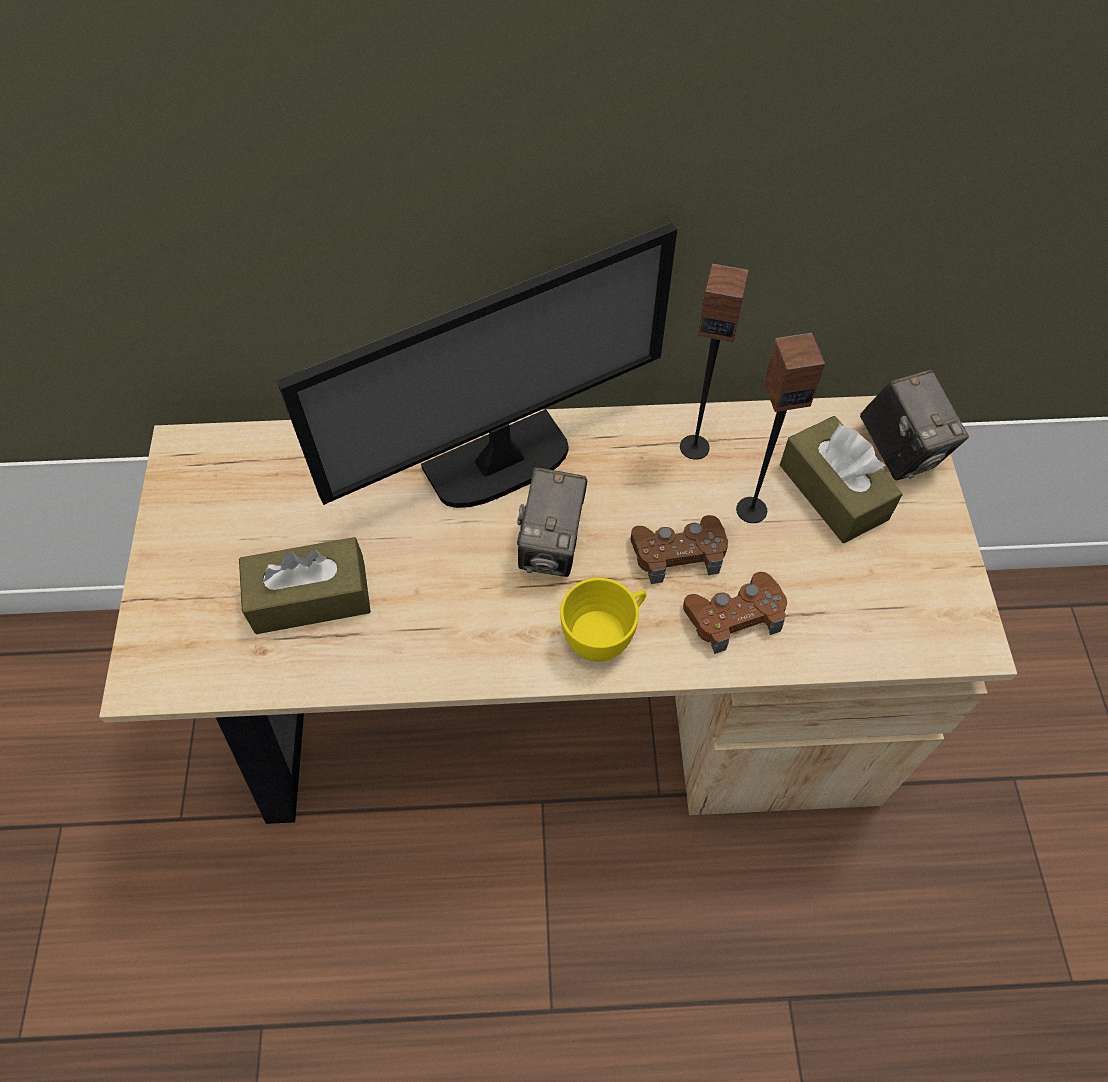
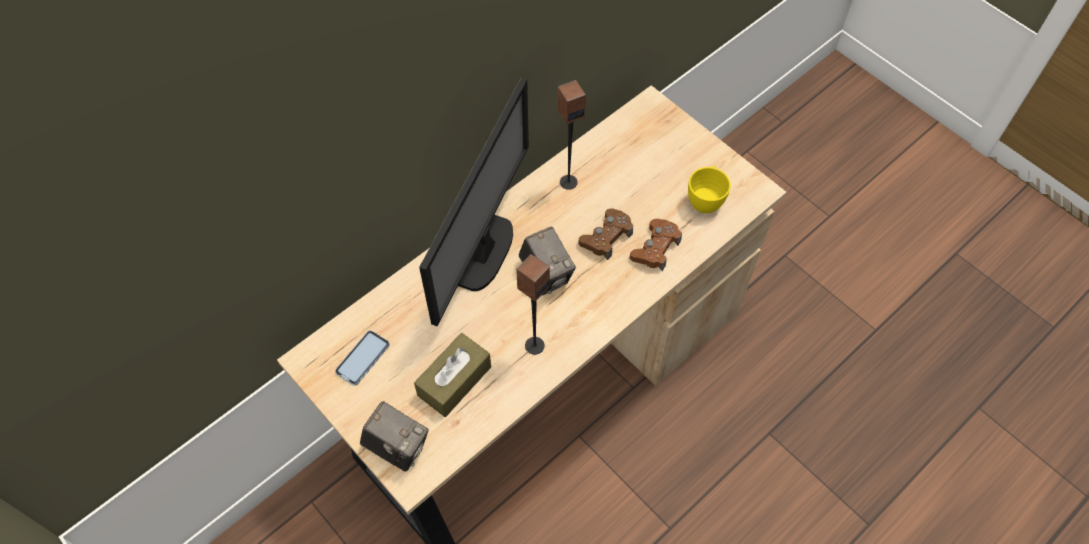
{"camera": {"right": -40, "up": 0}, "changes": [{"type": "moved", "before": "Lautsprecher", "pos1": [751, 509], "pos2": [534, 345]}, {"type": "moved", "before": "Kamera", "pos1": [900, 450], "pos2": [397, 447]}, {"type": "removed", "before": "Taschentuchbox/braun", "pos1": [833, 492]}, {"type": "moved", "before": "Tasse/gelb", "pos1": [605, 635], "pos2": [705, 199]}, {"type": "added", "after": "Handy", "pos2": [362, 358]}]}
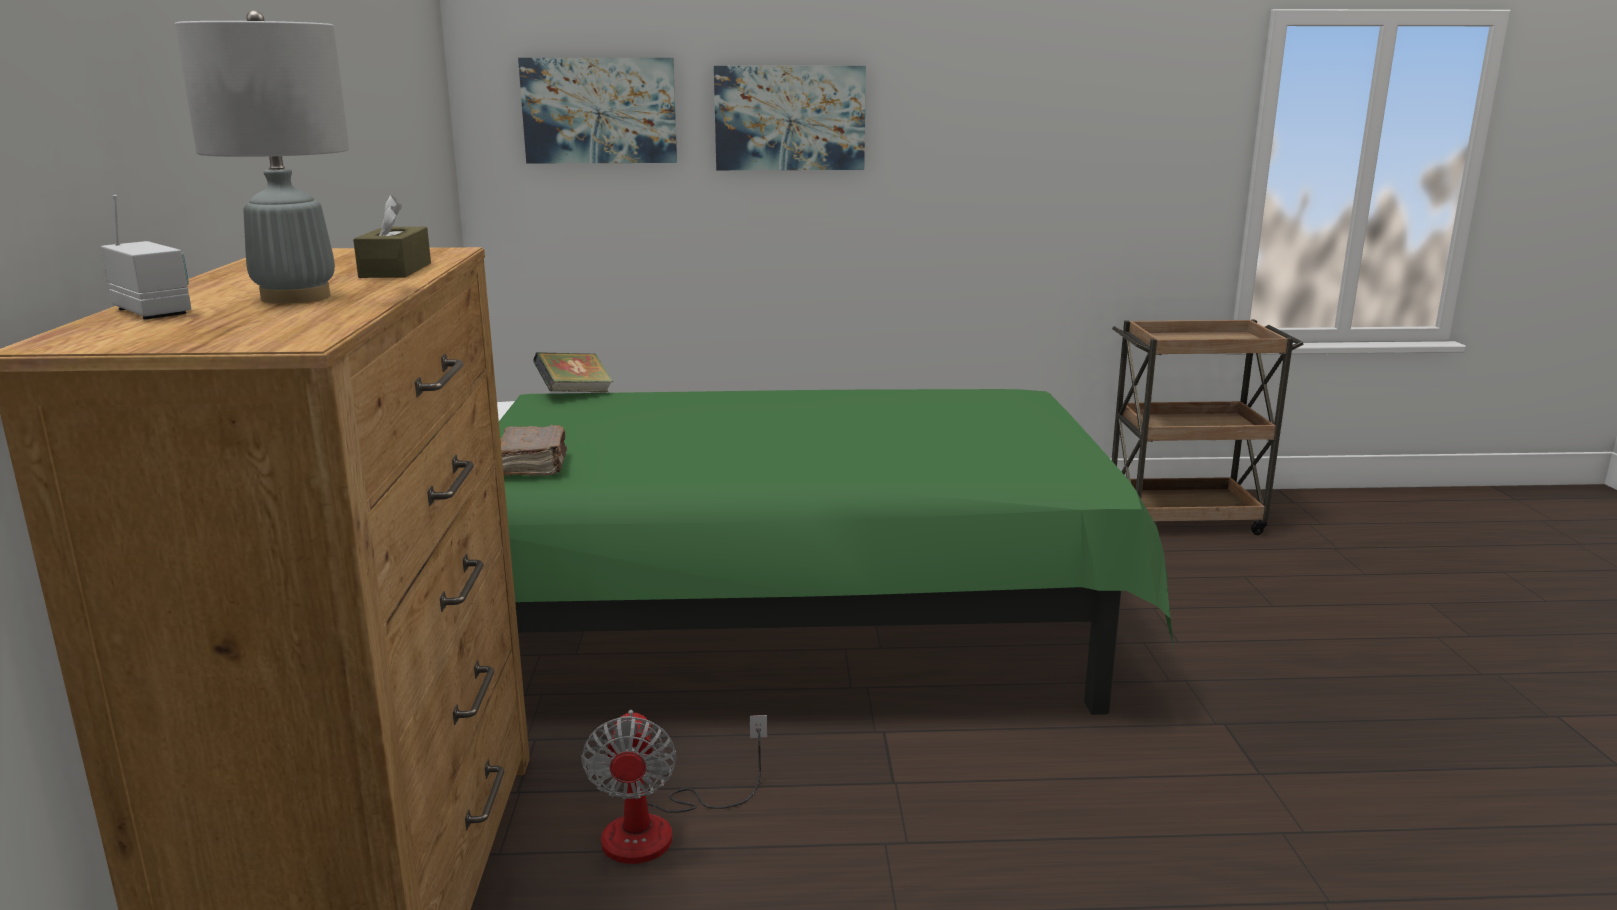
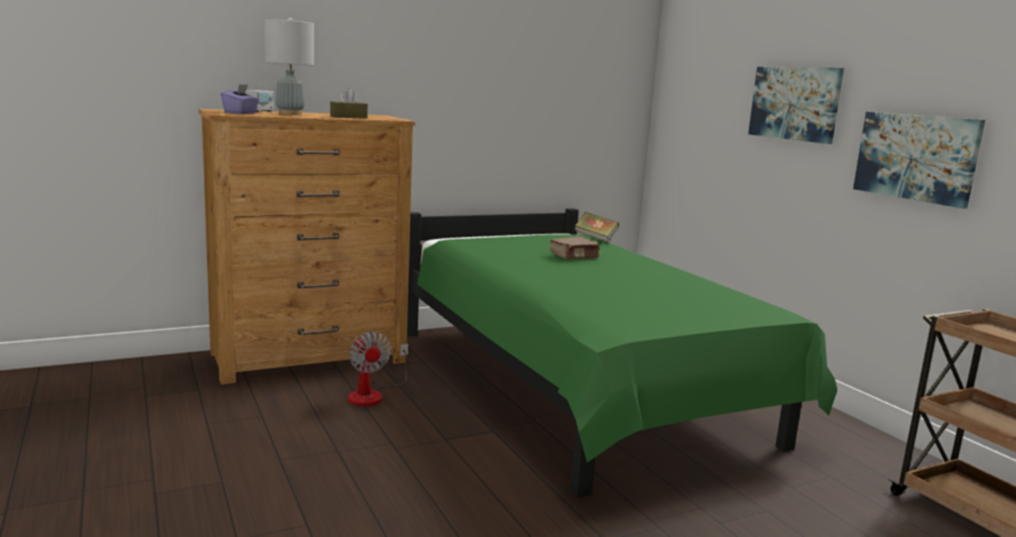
{"camera": {"right": 65, "up": -5}, "changes": [{"type": "moved", "before": "Bild", "pos1": [599, 110], "pos2": [916, 157]}, {"type": "moved", "before": "Buch/braun", "pos1": [534, 466], "pos2": [574, 256]}, {"type": "turned", "before": "Ventilator", "pos1": [660, 828], "pos2": [372, 394], "turn": -90}, {"type": "added", "after": "Taschentuchbox/lila", "pos2": [241, 113]}]}
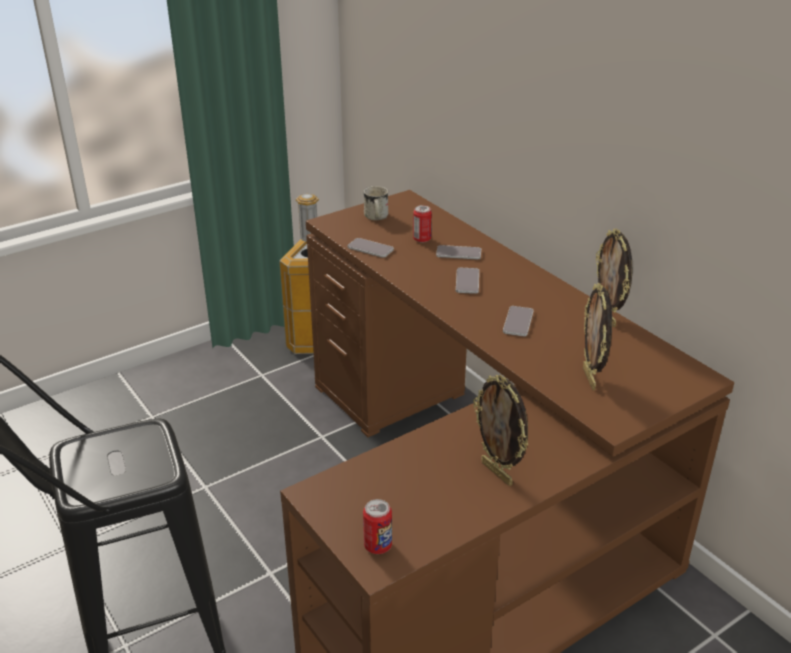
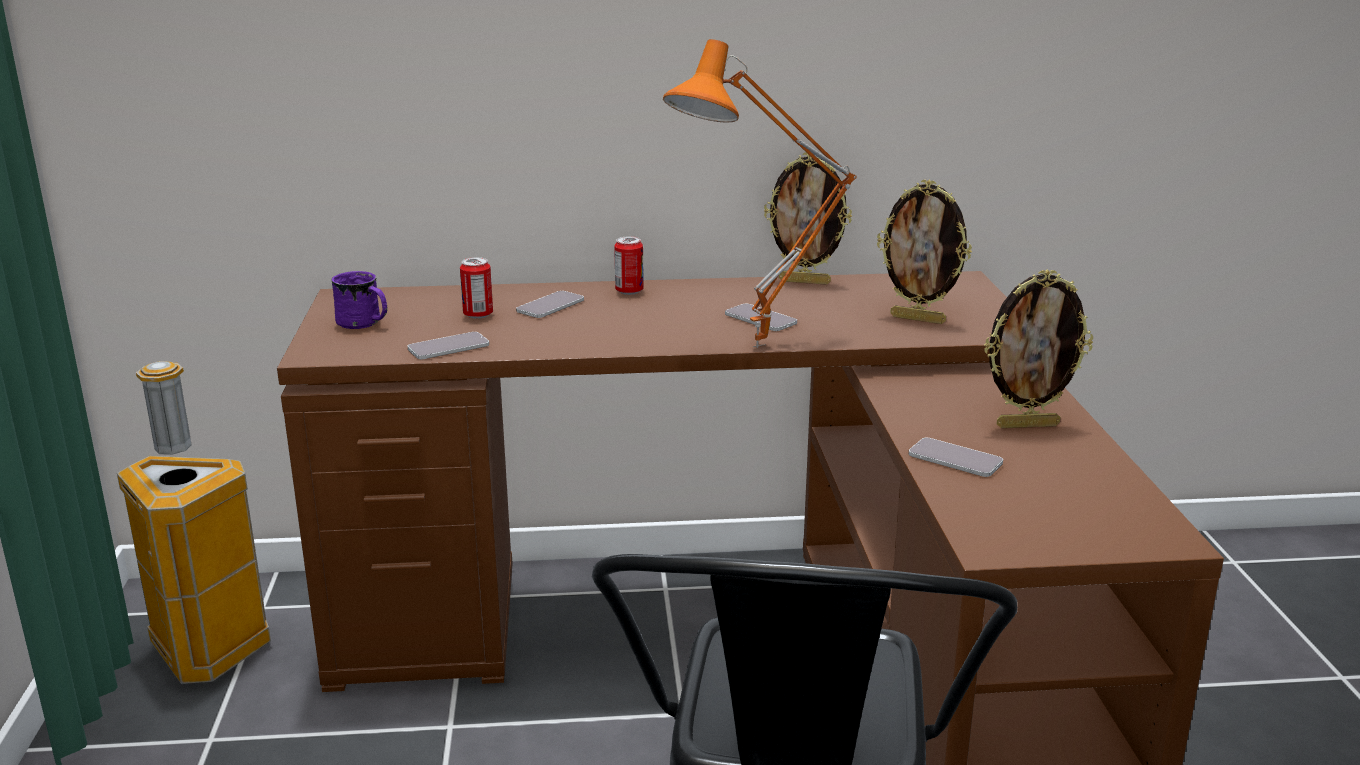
{"camera": {"right": -60, "up": -10}, "changes": [{"type": "recoloured", "before": "Henkelbecher/weiß", "after": "Henkelbecher/lila", "pos1": [375, 218], "pos2": [364, 324]}, {"type": "moved", "before": "Handy", "pos1": [467, 281], "pos2": [955, 459]}, {"type": "moved", "before": "Dose", "pos1": [378, 546], "pos2": [629, 291]}, {"type": "added", "after": "Tischlampe/orange", "pos2": [762, 348]}]}
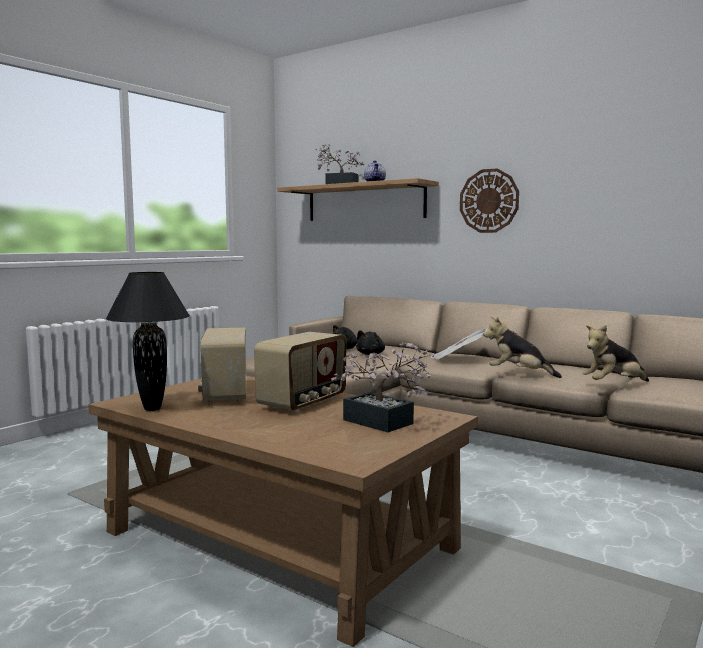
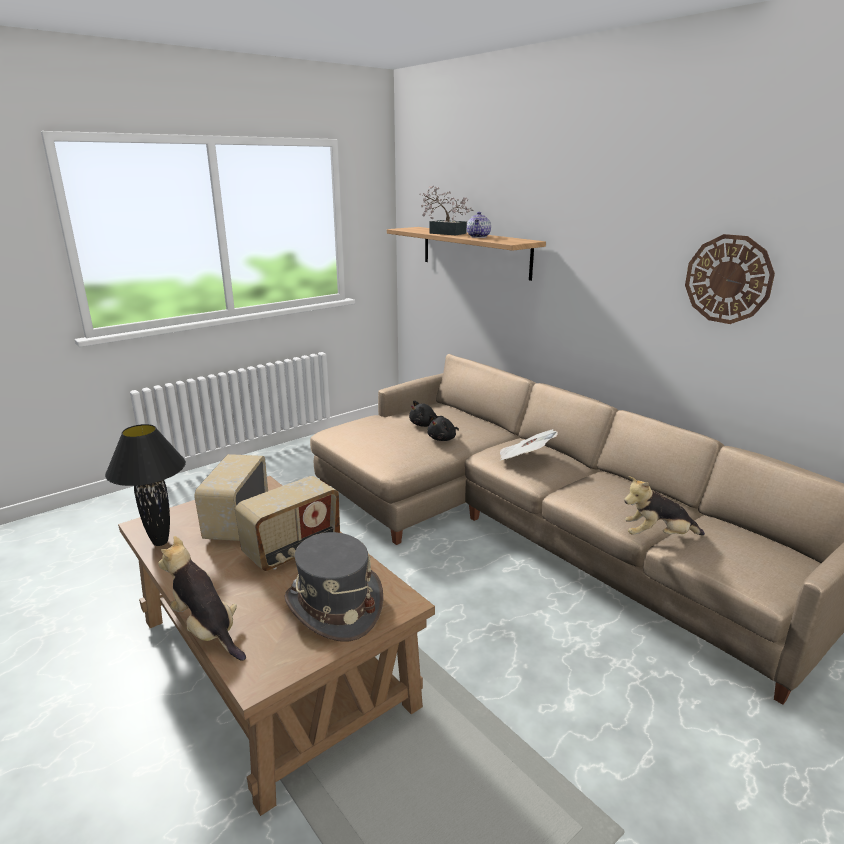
{"camera": {"right": 15, "up": 15}, "changes": [{"type": "moved", "before": "Wanduhr", "pos1": [489, 201], "pos2": [728, 279]}, {"type": "moved", "before": "Plüschtier", "pos1": [519, 374], "pos2": [207, 630]}, {"type": "replaced", "before": "Topfpflanze", "after": "Hut/grau", "pos1": [383, 423], "pos2": [334, 606]}]}
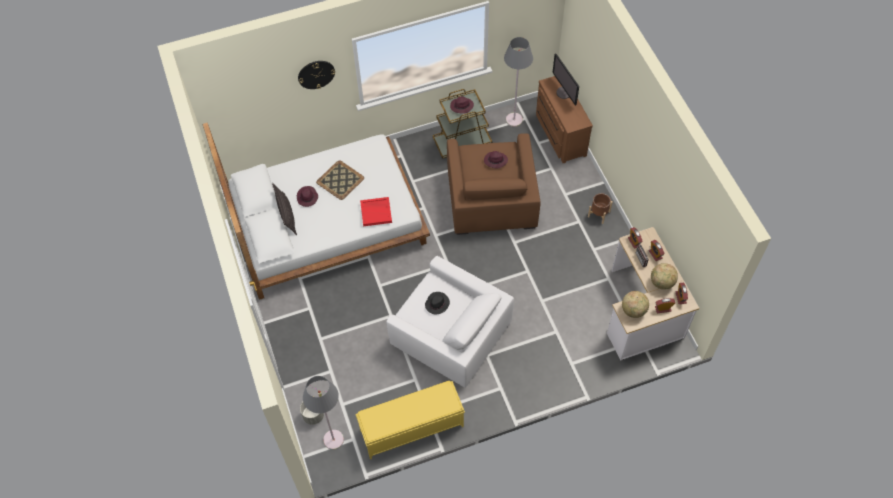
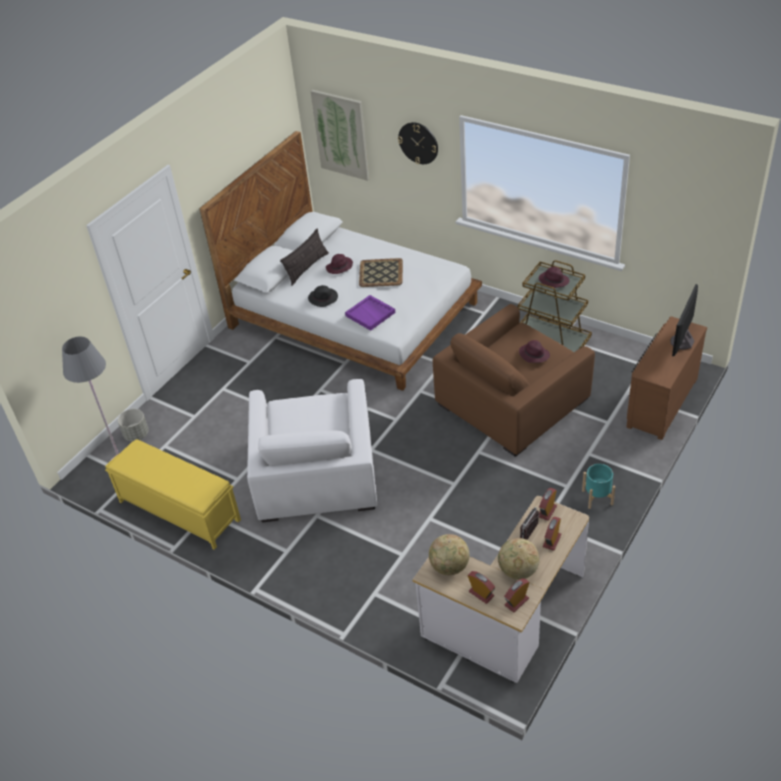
{"camera": {"right": 55, "up": -15}, "changes": [{"type": "removed", "before": "Stehlampe/grau", "pos1": [514, 120]}, {"type": "recoloured", "before": "Pflanzkübel/braun", "after": "Pflanzkübel/türkis", "pos1": [599, 214], "pos2": [597, 497]}, {"type": "recoloured", "before": "Tablett/rot", "after": "Tablett/lila", "pos1": [376, 212], "pos2": [371, 314]}, {"type": "moved", "before": "Hut/schwarz", "pos1": [437, 303], "pos2": [323, 298]}, {"type": "added", "after": "Bild", "pos2": [341, 135]}]}
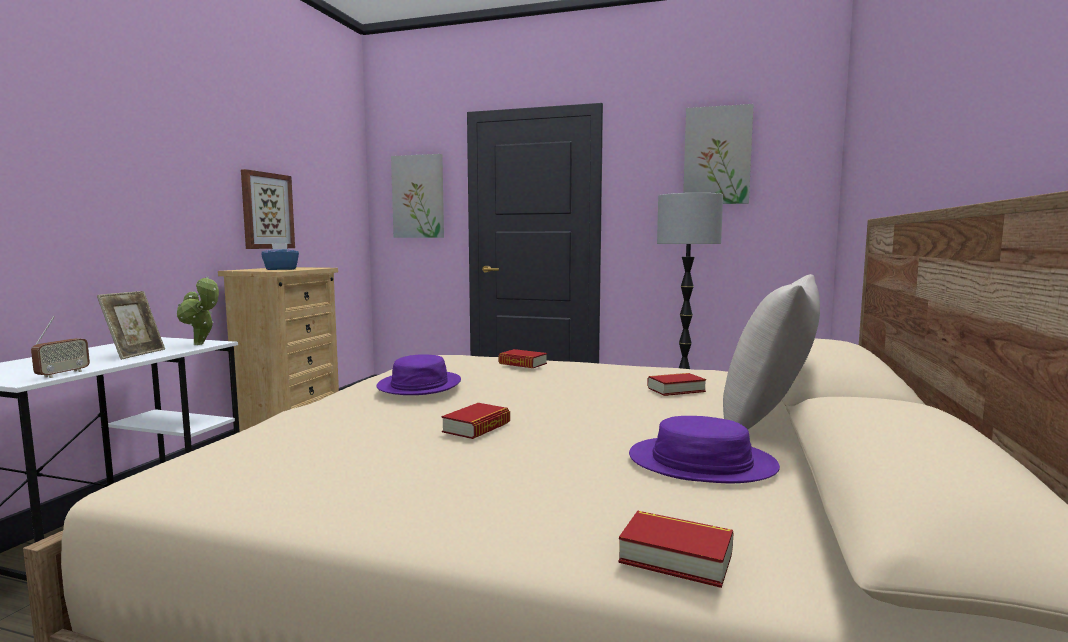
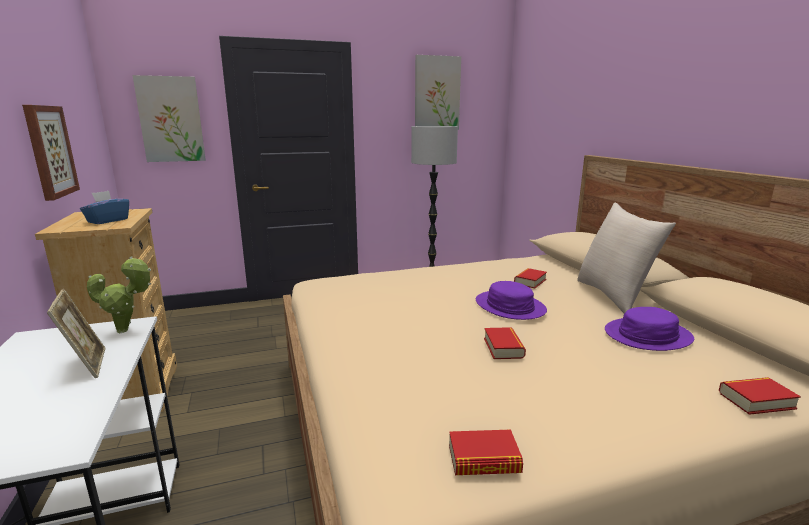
{"camera": {"right": -35, "up": 10}, "changes": [{"type": "removed", "before": "Radio", "pos1": [63, 374]}, {"type": "moved", "before": "Buch", "pos1": [522, 364], "pos2": [483, 459]}, {"type": "moved", "before": "Hut/lila", "pos1": [419, 385], "pos2": [509, 306]}]}
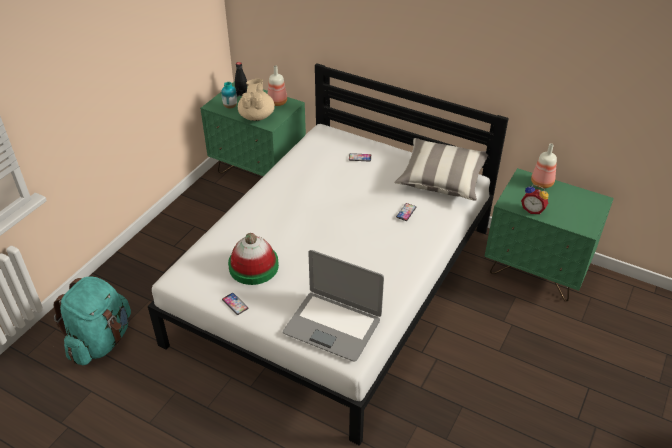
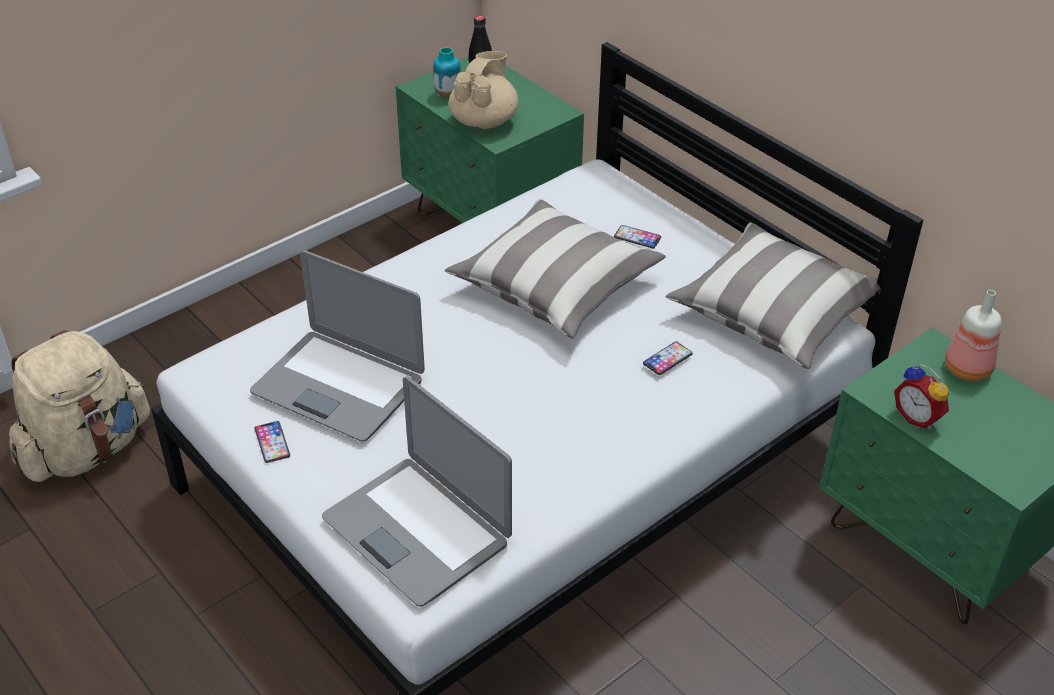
{"camera": {"right": 20, "up": 0}, "changes": [{"type": "removed", "before": "Flasche", "pos1": [277, 102]}, {"type": "replaced", "before": "Hut", "after": "Laptop", "pos1": [253, 266], "pos2": [339, 385]}, {"type": "recoloured", "before": "Rucksack/türkis", "after": "Rucksack/beige", "pos1": [101, 340], "pos2": [87, 449]}, {"type": "added", "after": "Kissen", "pos2": [554, 287]}]}
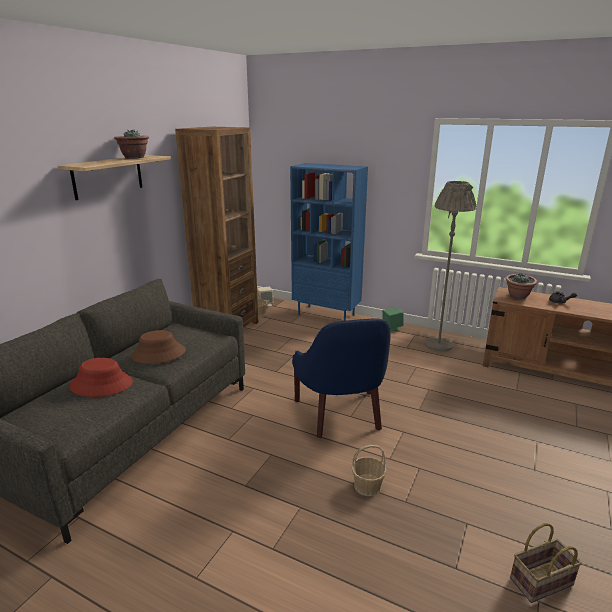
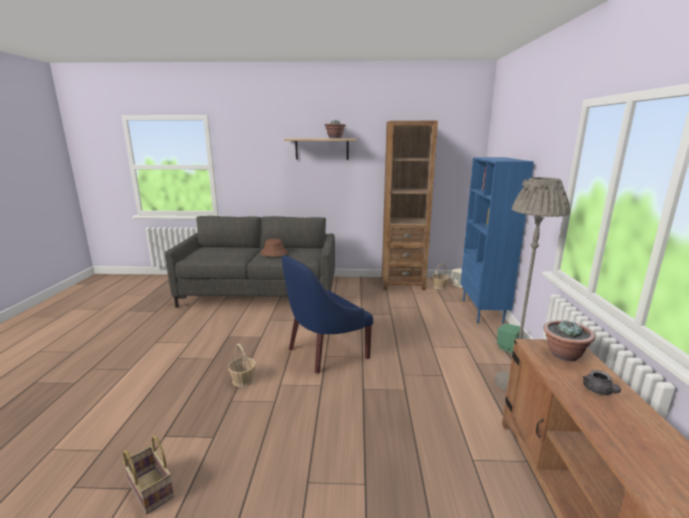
{"camera": {"right": 65, "up": -5}, "changes": [{"type": "removed", "before": "Hut/rot", "pos1": [101, 384]}]}
